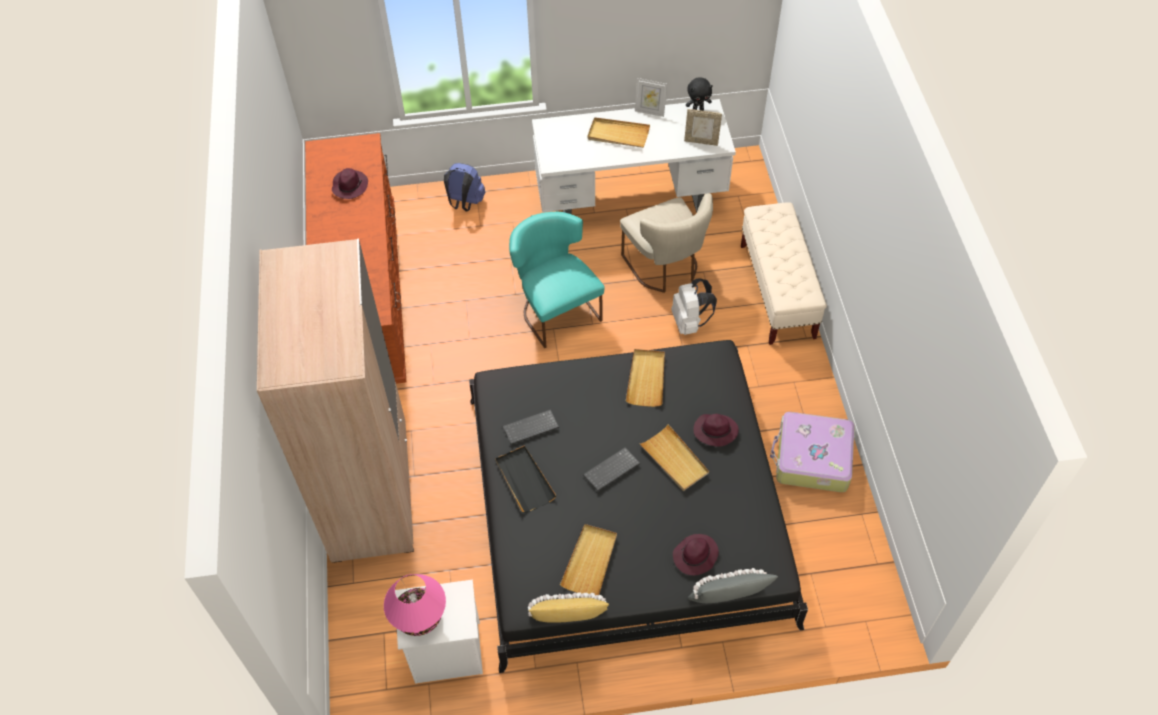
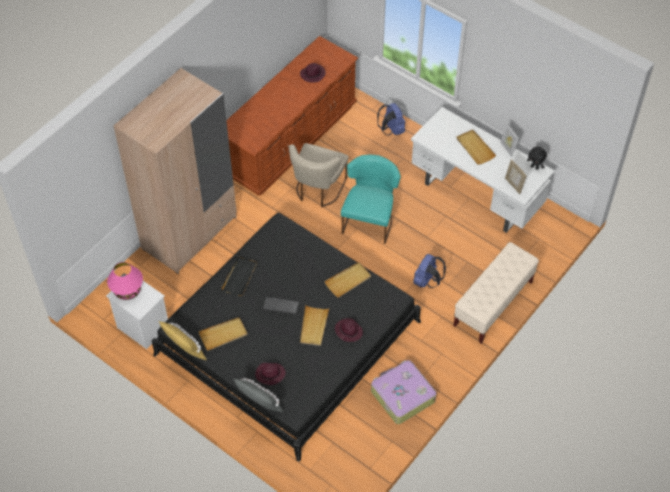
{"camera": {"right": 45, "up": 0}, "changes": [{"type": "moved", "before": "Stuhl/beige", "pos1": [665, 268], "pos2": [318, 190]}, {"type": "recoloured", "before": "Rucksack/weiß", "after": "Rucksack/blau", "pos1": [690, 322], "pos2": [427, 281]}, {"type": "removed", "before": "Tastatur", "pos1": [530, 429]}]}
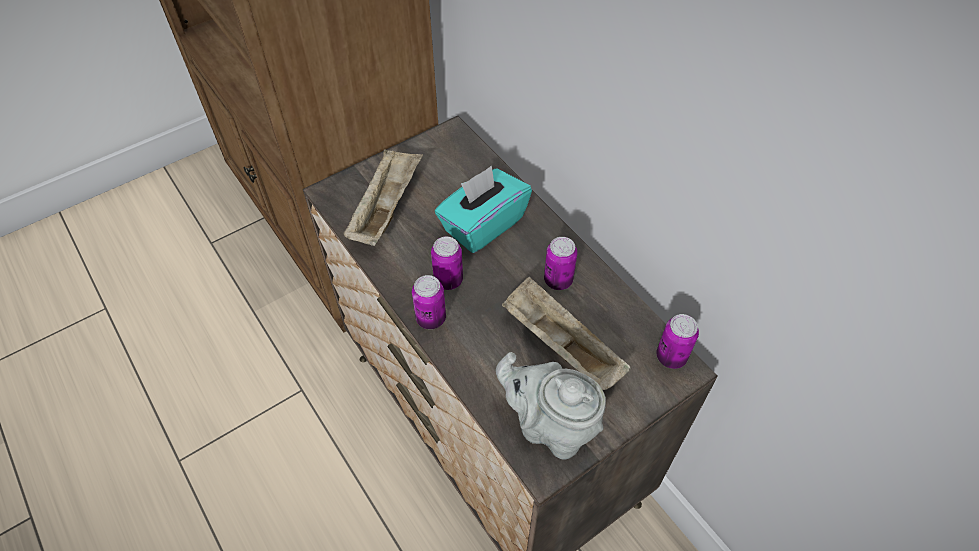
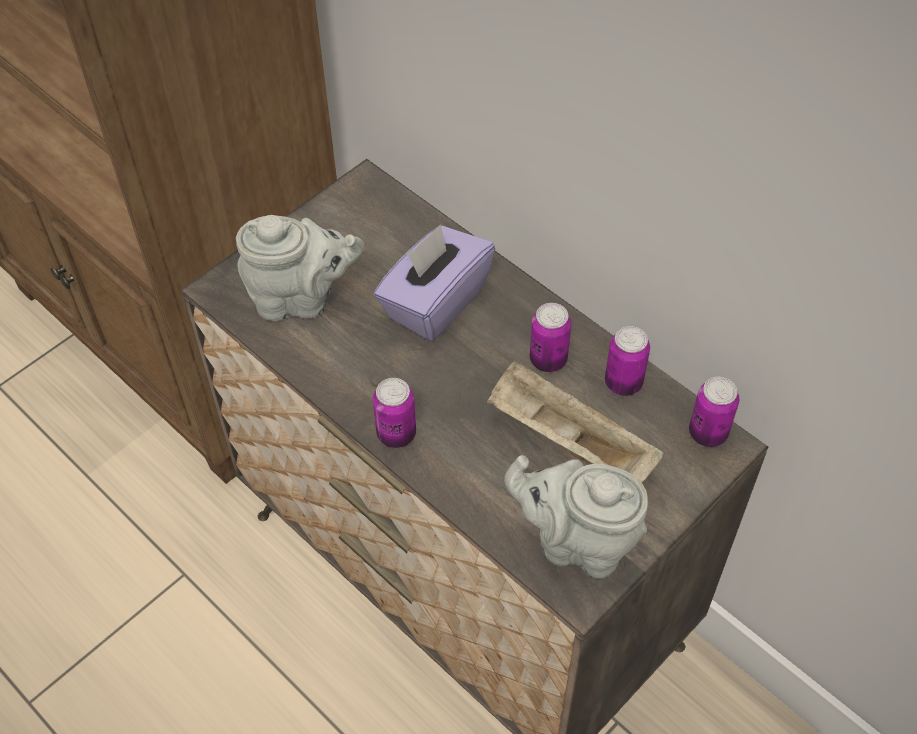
{"camera": {"right": -10, "up": 0}, "changes": [{"type": "replaced", "before": "Tablett/beige", "after": "Teekanne/grau", "pos1": [386, 208], "pos2": [301, 299]}, {"type": "recoloured", "before": "Taschentuchbox/türkis", "after": "Taschentuchbox/lila", "pos1": [483, 225], "pos2": [435, 302]}, {"type": "moved", "before": "Dose", "pos1": [448, 280], "pos2": [623, 383]}]}
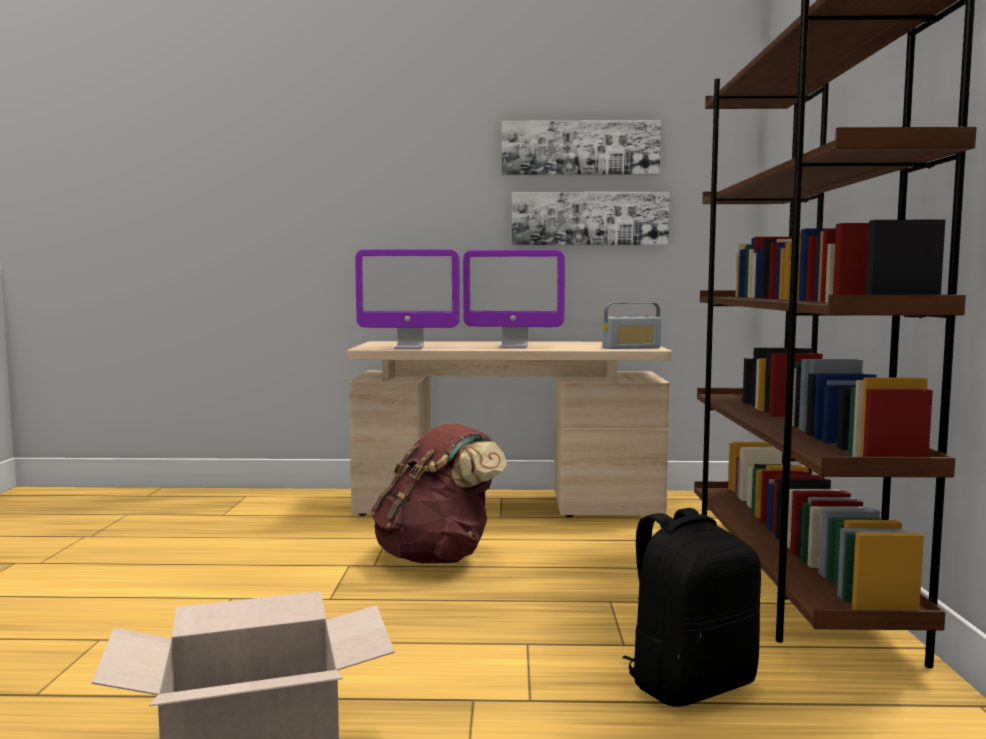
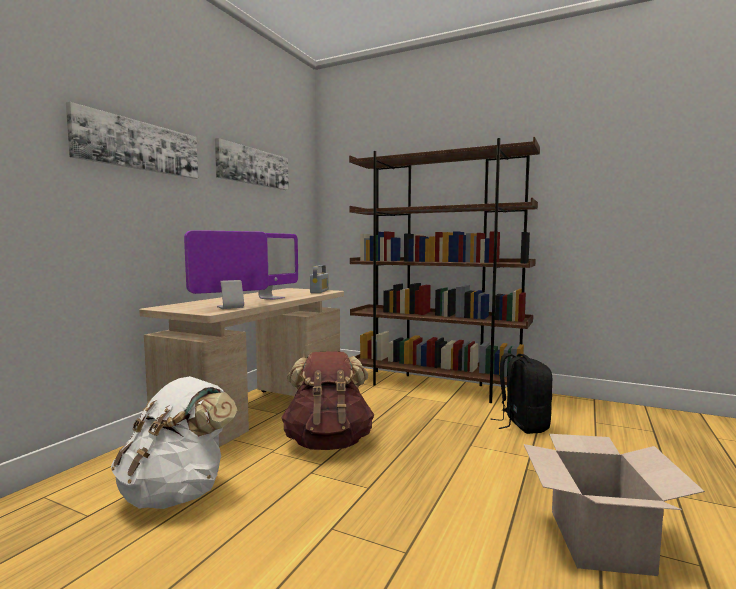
{"camera": {"right": -65, "up": 0}, "changes": [{"type": "moved", "before": "Bild", "pos1": [589, 219], "pos2": [138, 146]}, {"type": "turned", "before": "Monitor", "pos1": [409, 348], "pos2": [230, 307], "turn": -150}, {"type": "added", "after": "Rucksack/weiß", "pos2": [177, 493]}]}
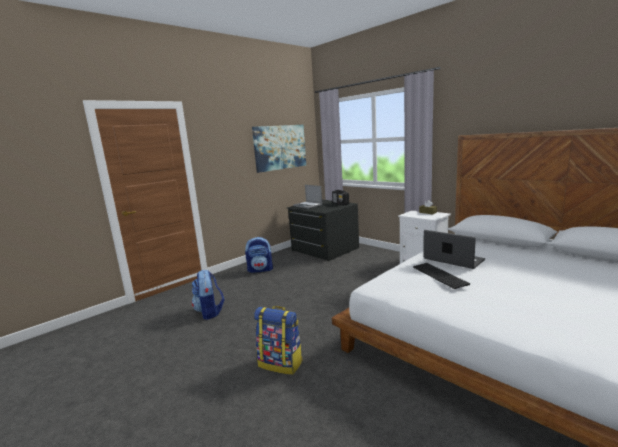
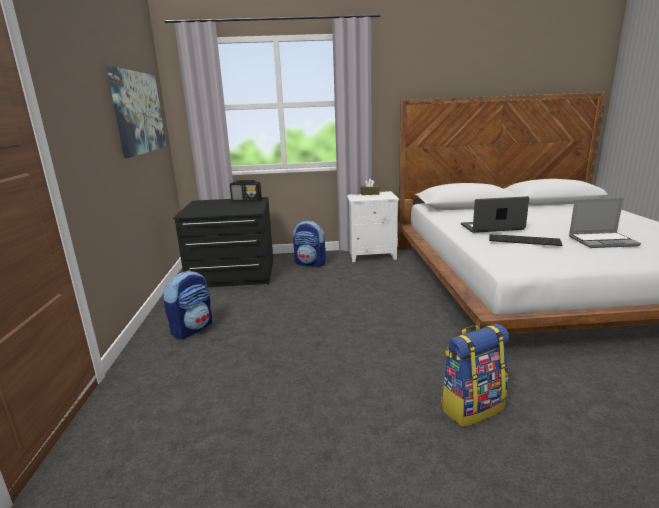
{"camera": {"right": -50, "up": 5}, "changes": [{"type": "moved", "before": "Laptop", "pos1": [308, 205], "pos2": [602, 241]}, {"type": "moved", "before": "Rucksack", "pos1": [210, 312], "pos2": [311, 263]}]}
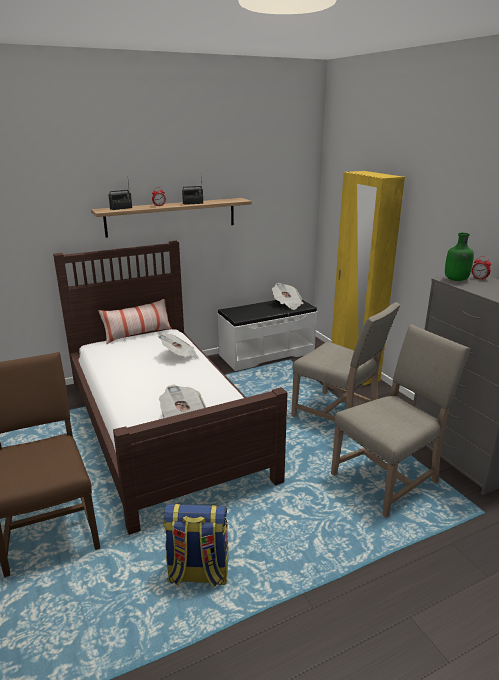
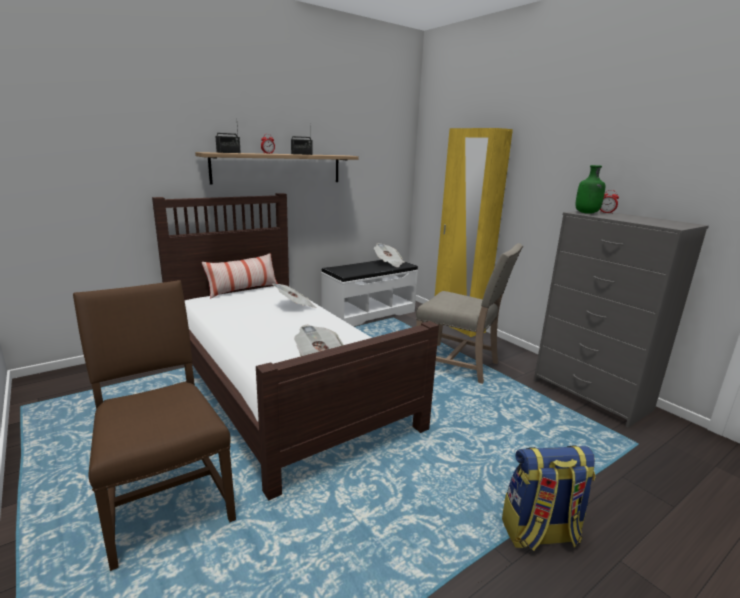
{"camera": {"right": -10, "up": -5}, "changes": [{"type": "removed", "before": "Stuhl/beige", "pos1": [388, 478]}, {"type": "moved", "before": "Rucksack", "pos1": [198, 573], "pos2": [540, 534]}]}
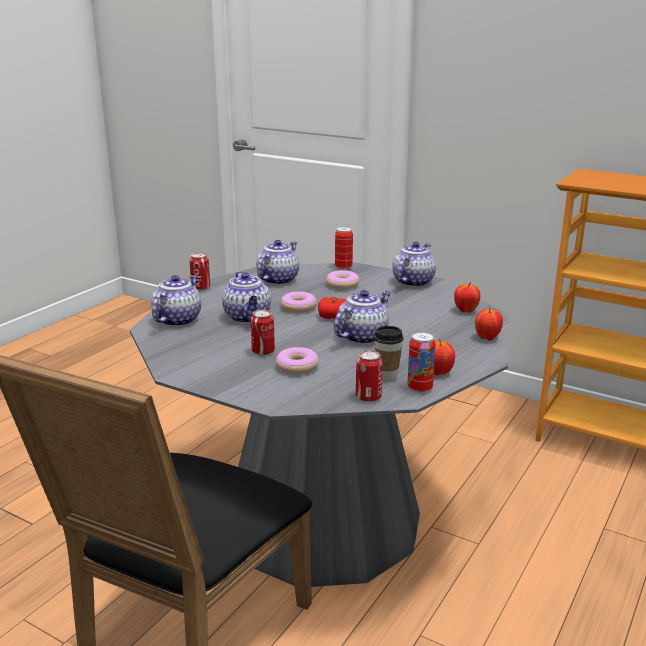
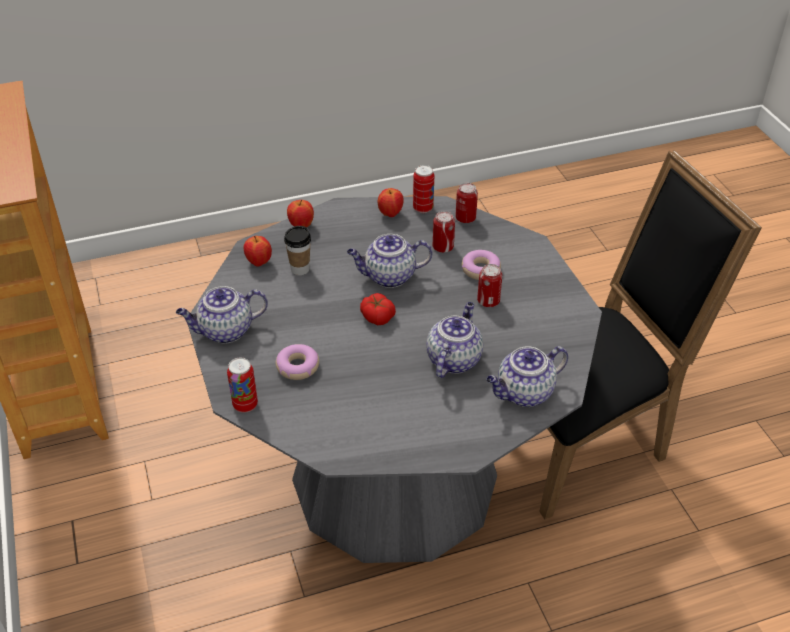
{"camera": {"right": -140, "up": 20}, "changes": [{"type": "removed", "before": "Teekanne", "pos1": [278, 279]}, {"type": "moved", "before": "Dose", "pos1": [200, 287], "pos2": [443, 247]}, {"type": "removed", "before": "Donut", "pos1": [298, 307]}, {"type": "moved", "before": "Tasse", "pos1": [387, 377], "pos2": [300, 269]}]}
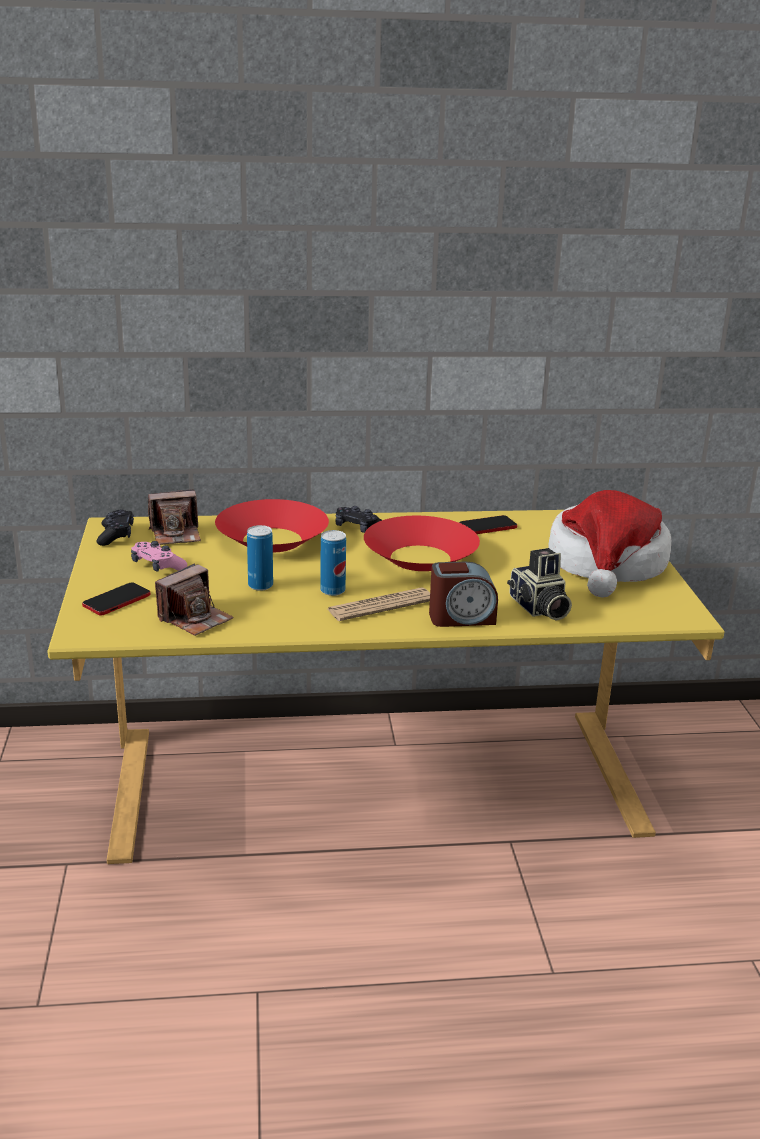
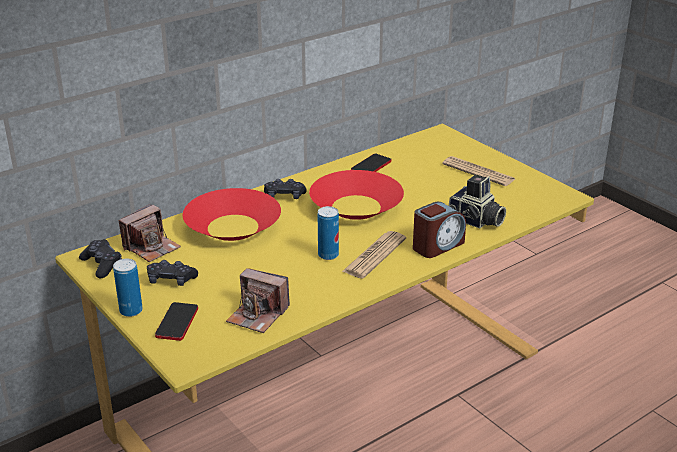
{"camera": {"right": -30, "up": 5}, "changes": [{"type": "replaced", "before": "Hut", "after": "Zeitung", "pos1": [607, 564], "pos2": [478, 172]}, {"type": "moved", "before": "Dose", "pos1": [260, 585], "pos2": [131, 311]}, {"type": "recoloured", "before": "Gamepad/rosa", "after": "Gamepad/schwarz", "pos1": [157, 566], "pos2": [171, 280]}, {"type": "turned", "before": "Kamera", "pos1": [195, 619], "pos2": [258, 315], "turn": 105}]}
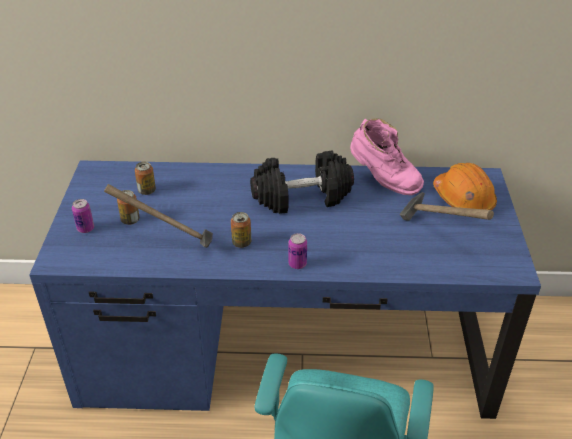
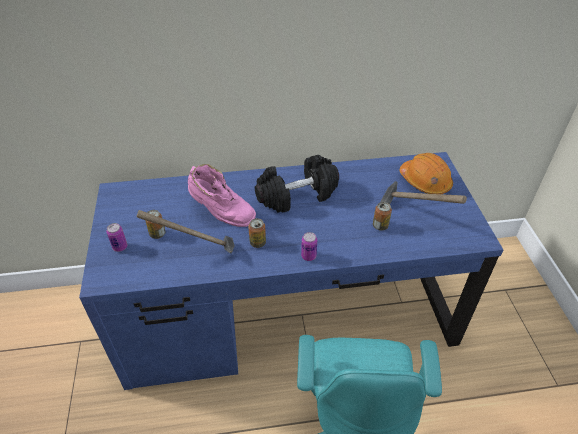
{"camera": {"right": -10, "up": 5}, "changes": [{"type": "moved", "before": "Stiefel/rosa", "pos1": [383, 180], "pos2": [221, 214]}, {"type": "moved", "before": "Dose", "pos1": [147, 191], "pos2": [380, 226]}]}
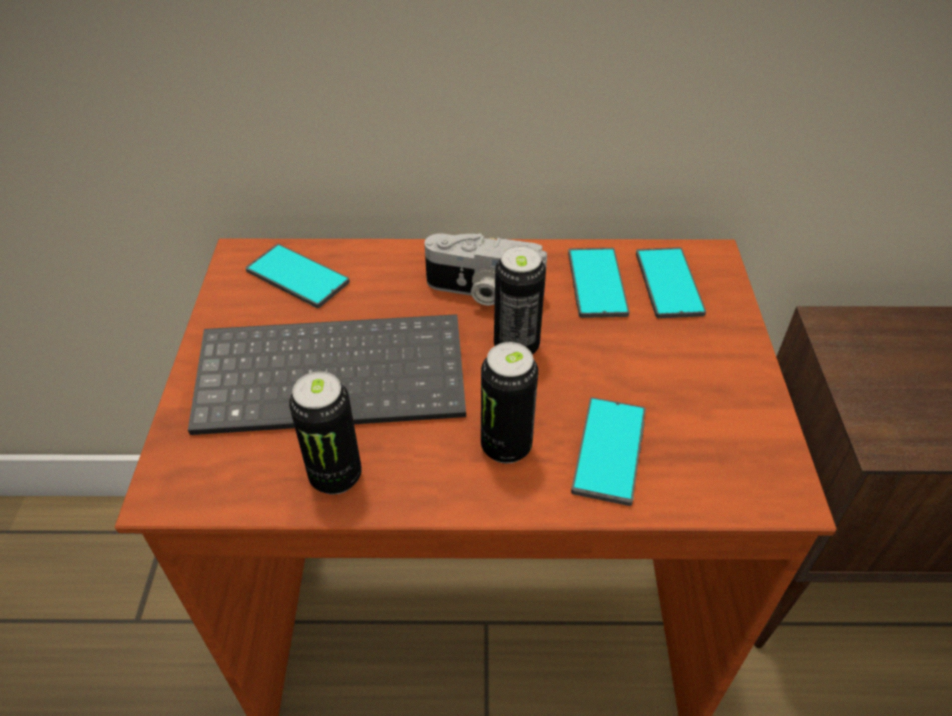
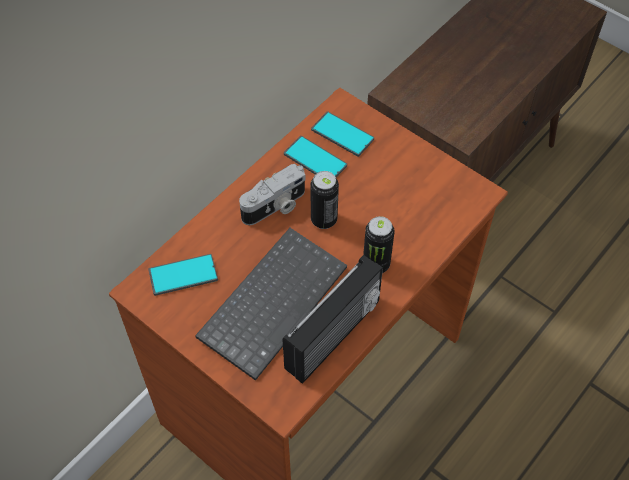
{"camera": {"right": -50, "up": 10}, "changes": [{"type": "replaced", "before": "Dose", "after": "Radio", "pos1": [335, 476], "pos2": [334, 336]}, {"type": "removed", "before": "Handy", "pos1": [609, 450]}]}
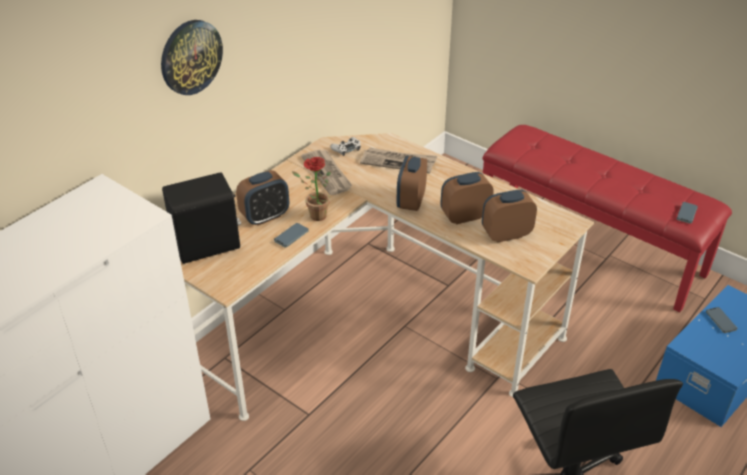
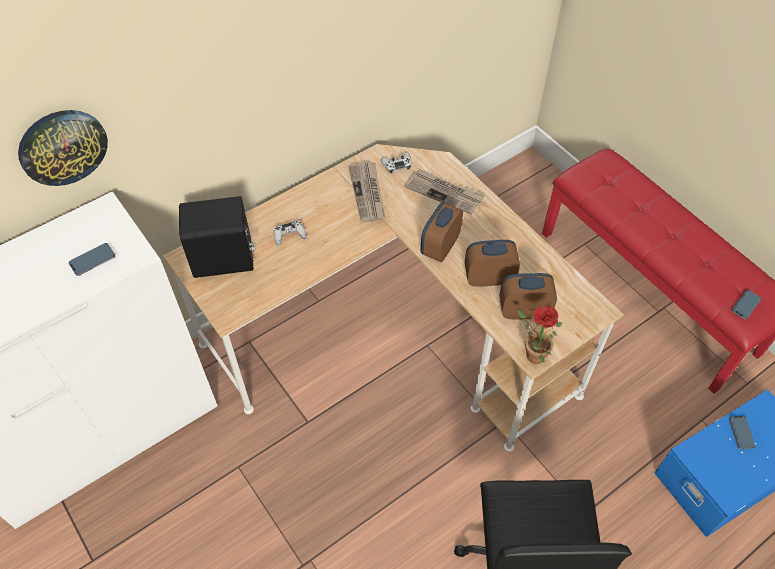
{"camera": {"right": 15, "up": 15}, "changes": [{"type": "moved", "before": "Wanduhr", "pos1": [190, 57], "pos2": [62, 147]}, {"type": "moved", "before": "Topfpflanze", "pos1": [314, 215], "pos2": [531, 354]}, {"type": "replaced", "before": "Wecker", "after": "Gamepad/weiß", "pos1": [265, 216], "pos2": [289, 235]}, {"type": "moved", "before": "Handy", "pos1": [291, 236], "pos2": [93, 260]}]}
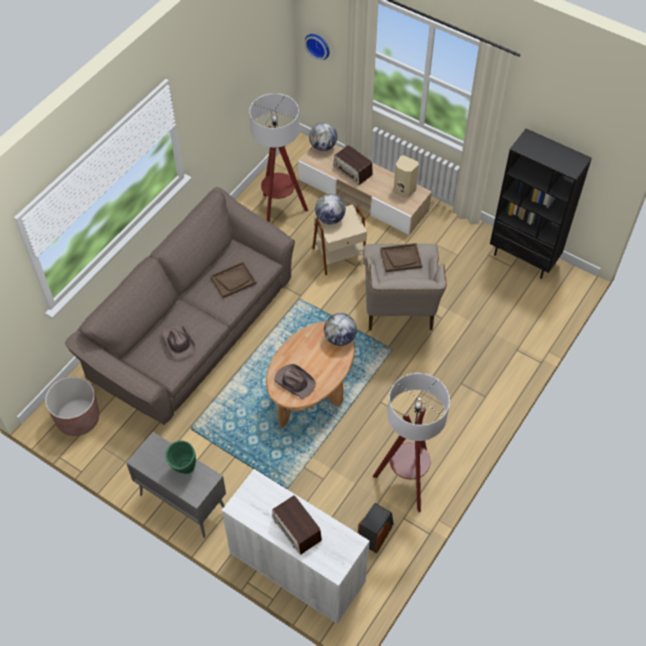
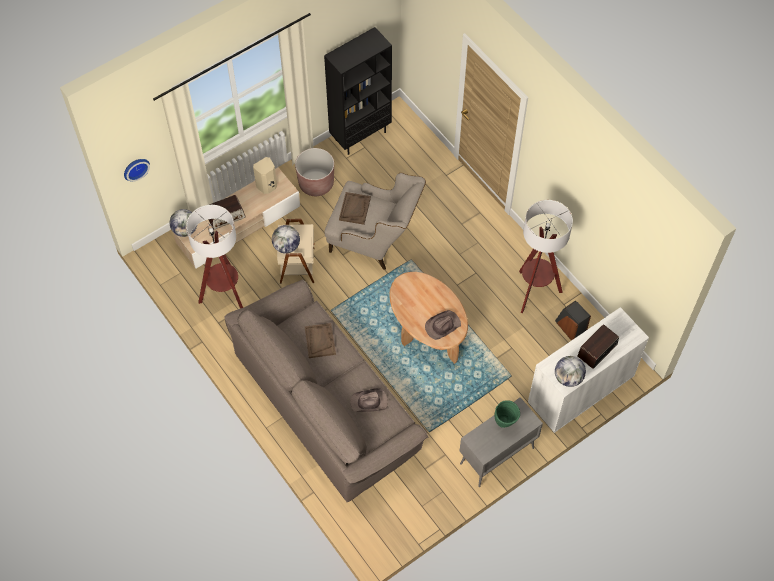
{"camera": {"right": -70, "up": 5}, "changes": [{"type": "moved", "before": "Globus", "pos1": [340, 338], "pos2": [568, 378]}, {"type": "moved", "before": "Pflanzkübel/braun", "pos1": [78, 419], "pos2": [316, 183]}, {"type": "turned", "before": "Radio", "pos1": [297, 529], "pos2": [597, 350], "turn": 150}]}
